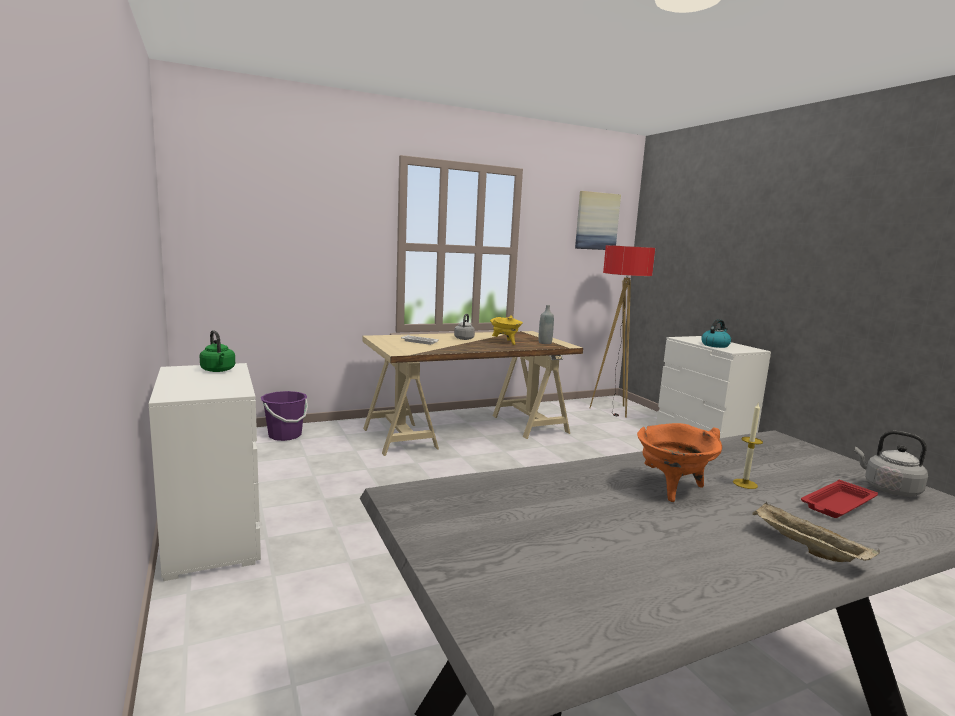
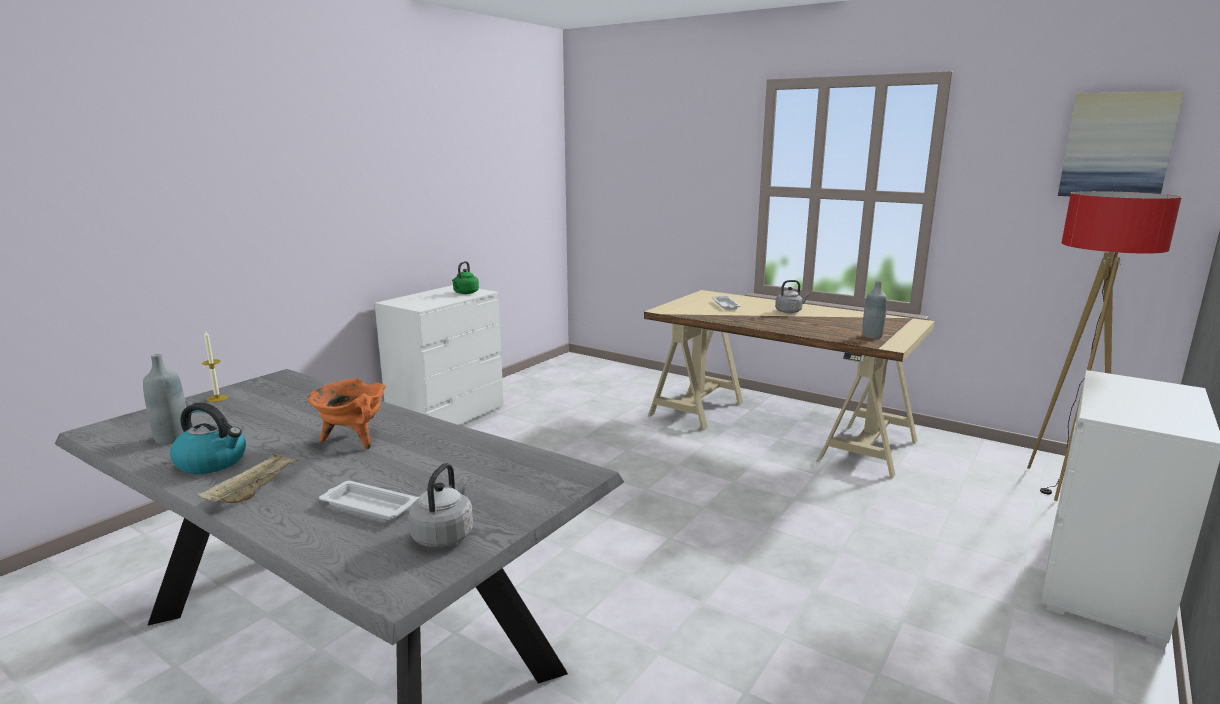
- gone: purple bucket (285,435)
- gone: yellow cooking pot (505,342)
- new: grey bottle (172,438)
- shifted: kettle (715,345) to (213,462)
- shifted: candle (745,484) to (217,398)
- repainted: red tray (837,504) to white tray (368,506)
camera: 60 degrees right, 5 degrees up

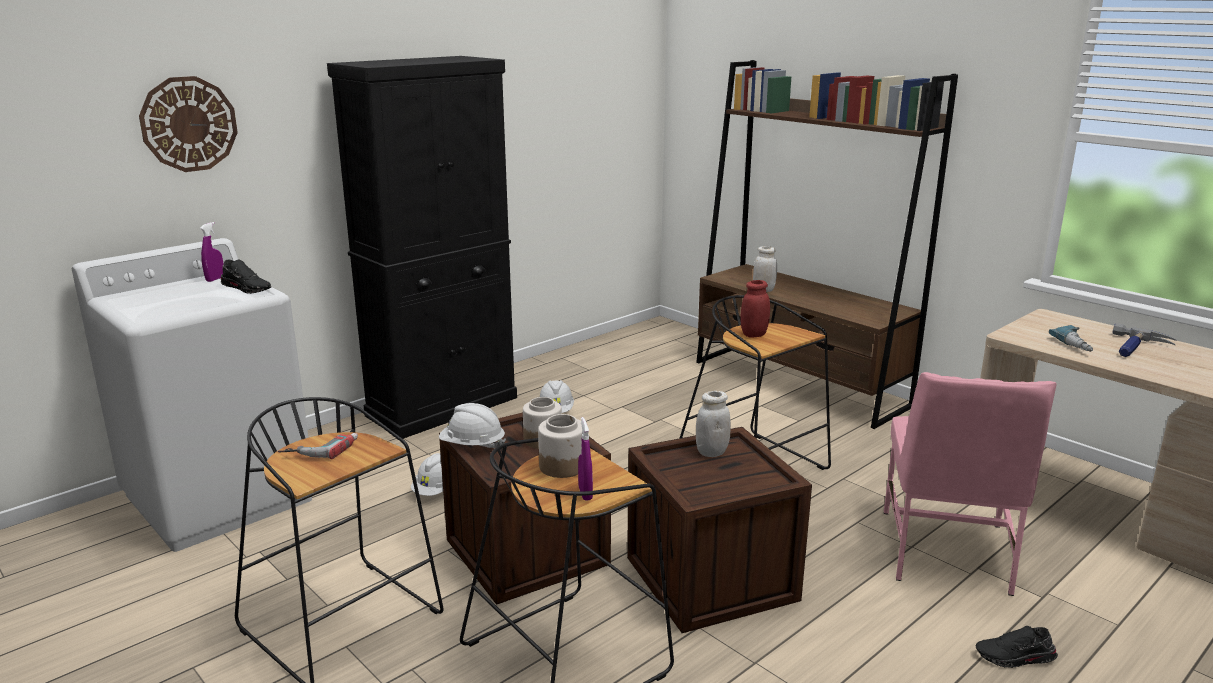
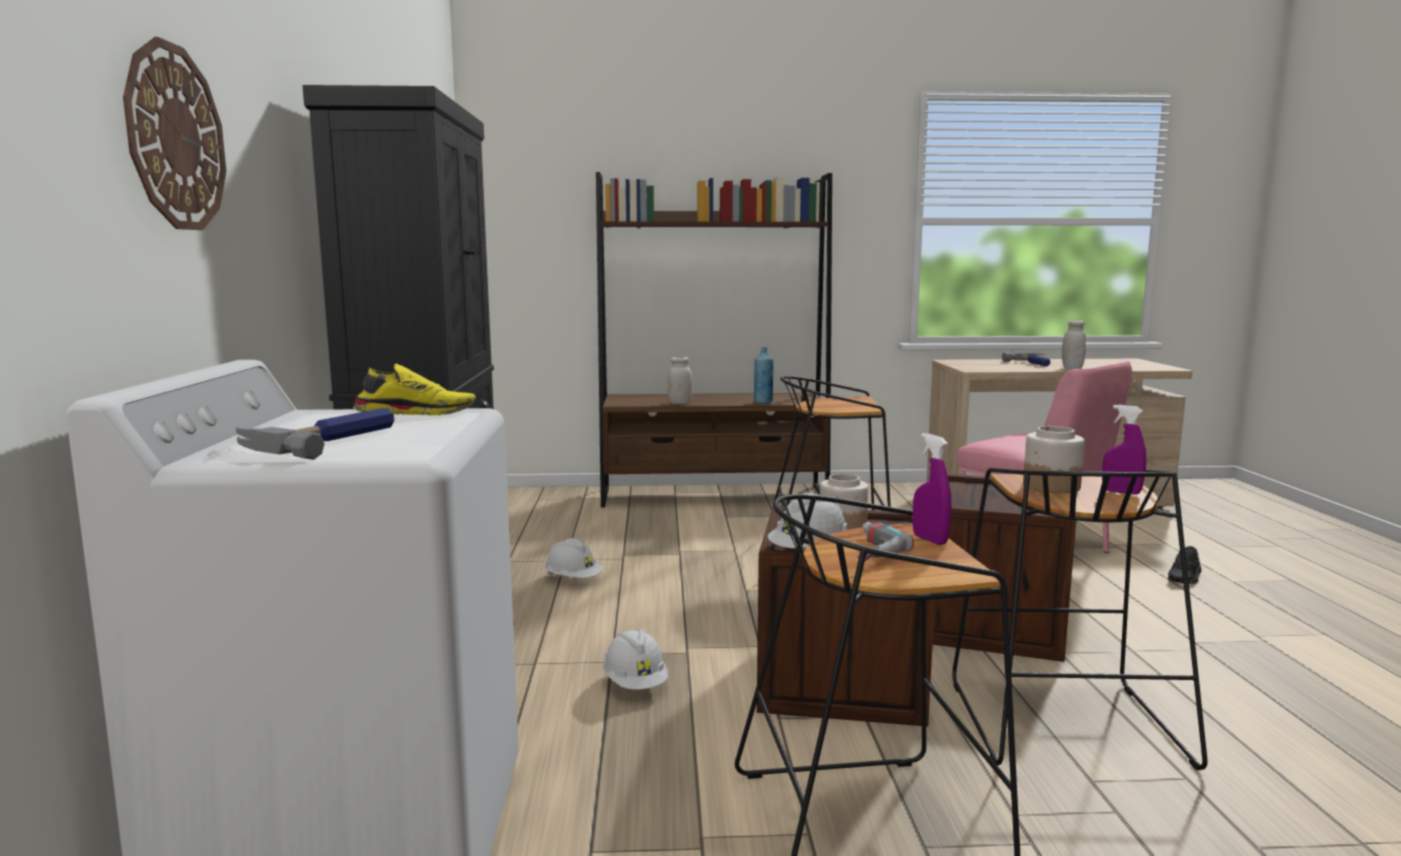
- gone: red jar (754,334)
- gone: power drill (1079,345)
- new: hammer (327,441)
- new: blue bottle (763,402)
- shifted: purple spray bottle (215,279) to (930,540)
- shifted: white jar (711,452) to (1072,368)
- repainted: black shoe (248,288) to yellow shoe (416,413)
camera: 50 degrees left, 10 degrees down

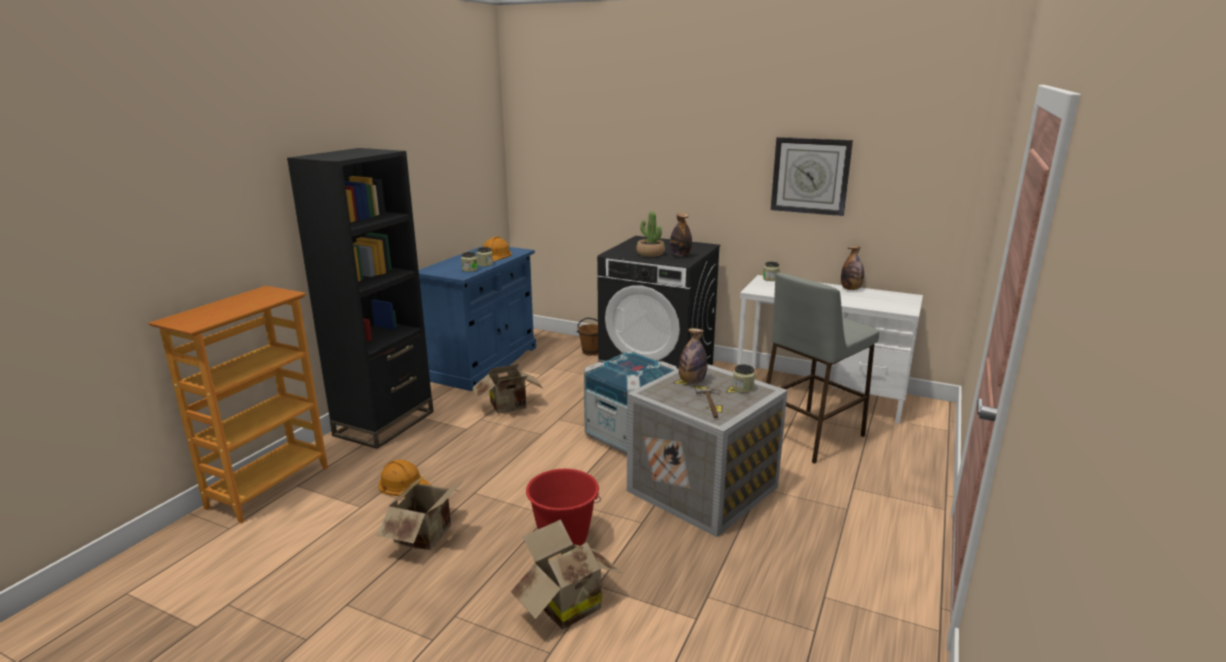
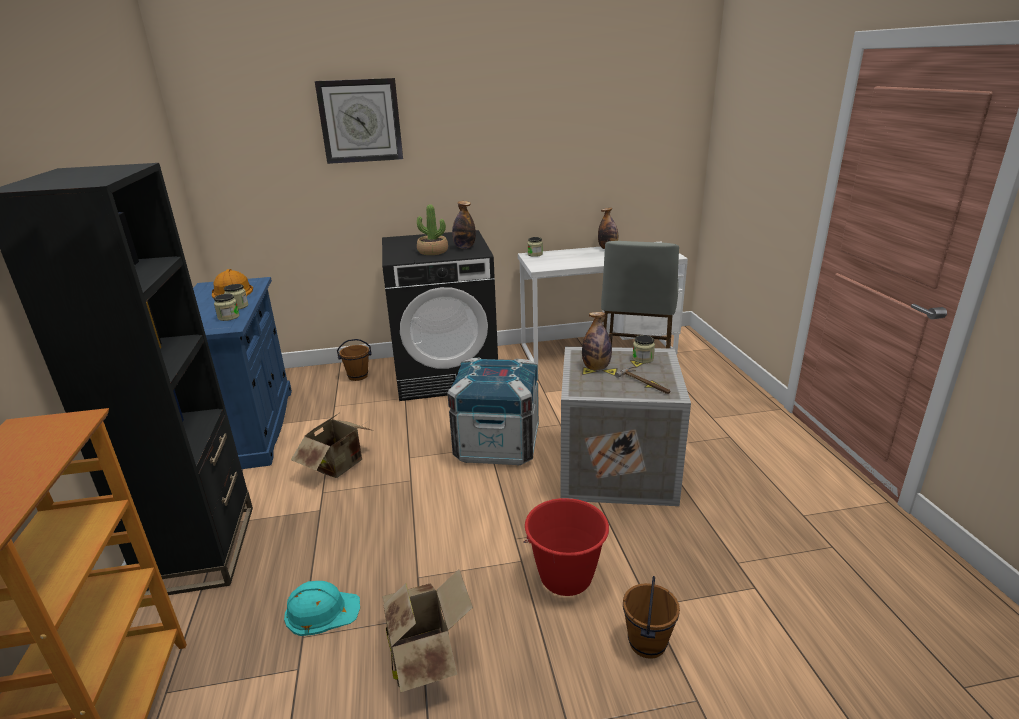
- shifted: wall clock (810,176) to (360,121)
- swapped: cardboard box (564,604) to brown bucket (648,643)
- repainted: orange hard hat (404,484) to turquoise hard hat (321,611)
camera: 35 degrees left, 5 degrees up

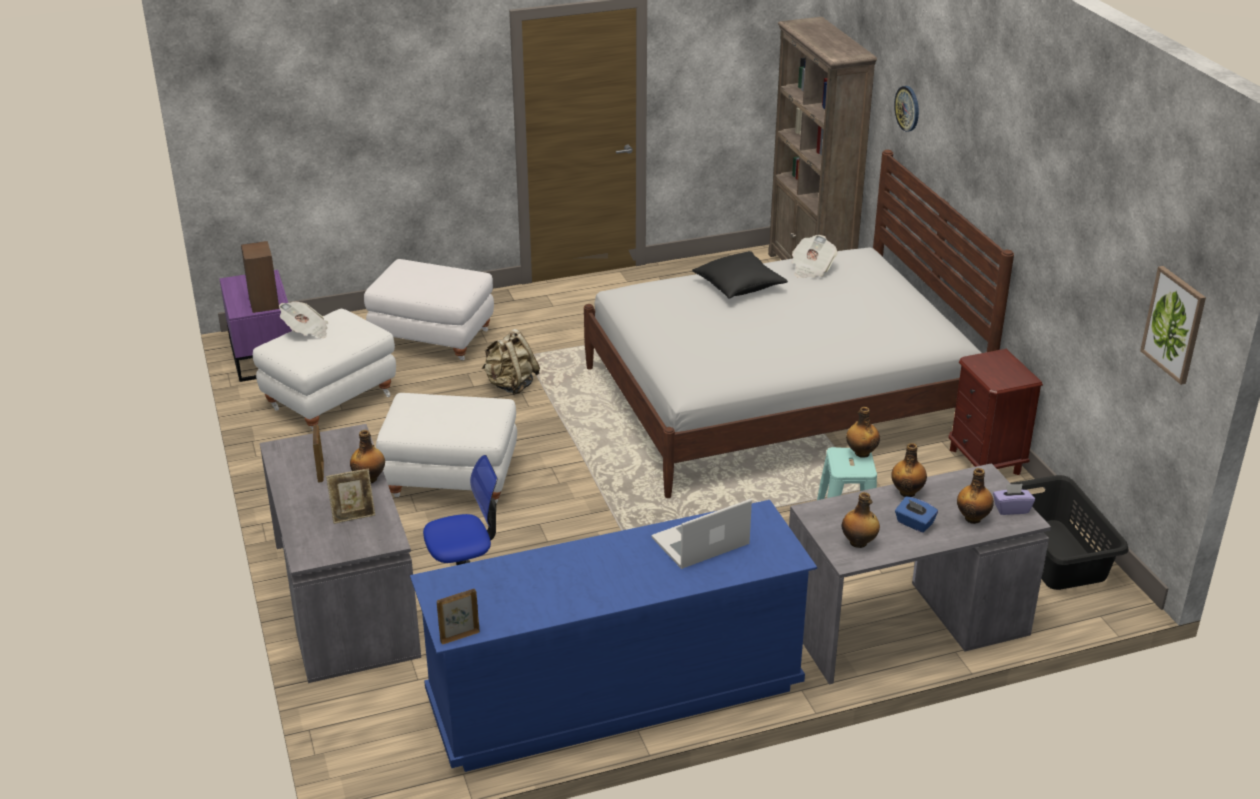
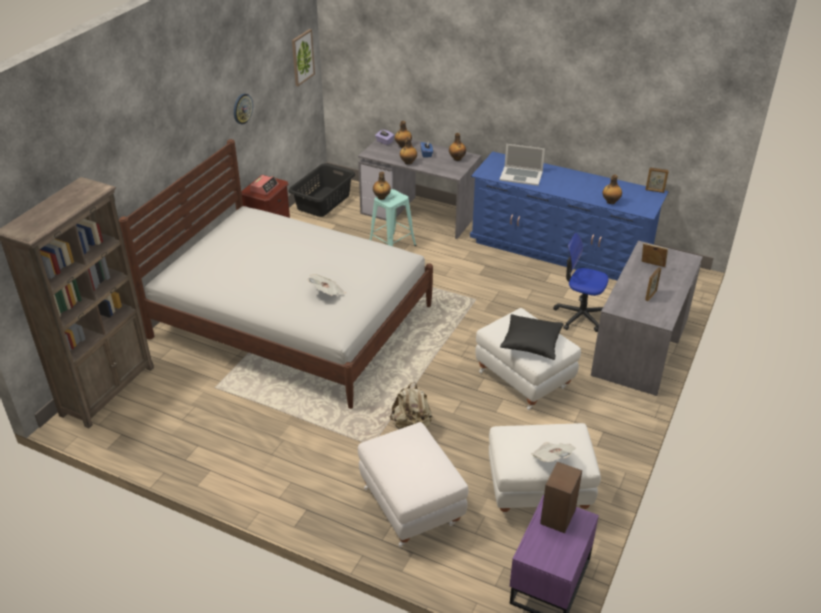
- new: alarm clock (264,188)
- shifted: bottle (369,478) to (610,202)
- shifted: black pillow (739,286) to (531,343)
- shifted: newspaper (811,269) to (327,293)
- shifted: wall clock (907,108) to (242,108)
camera: 135 degrees left, 5 degrees up

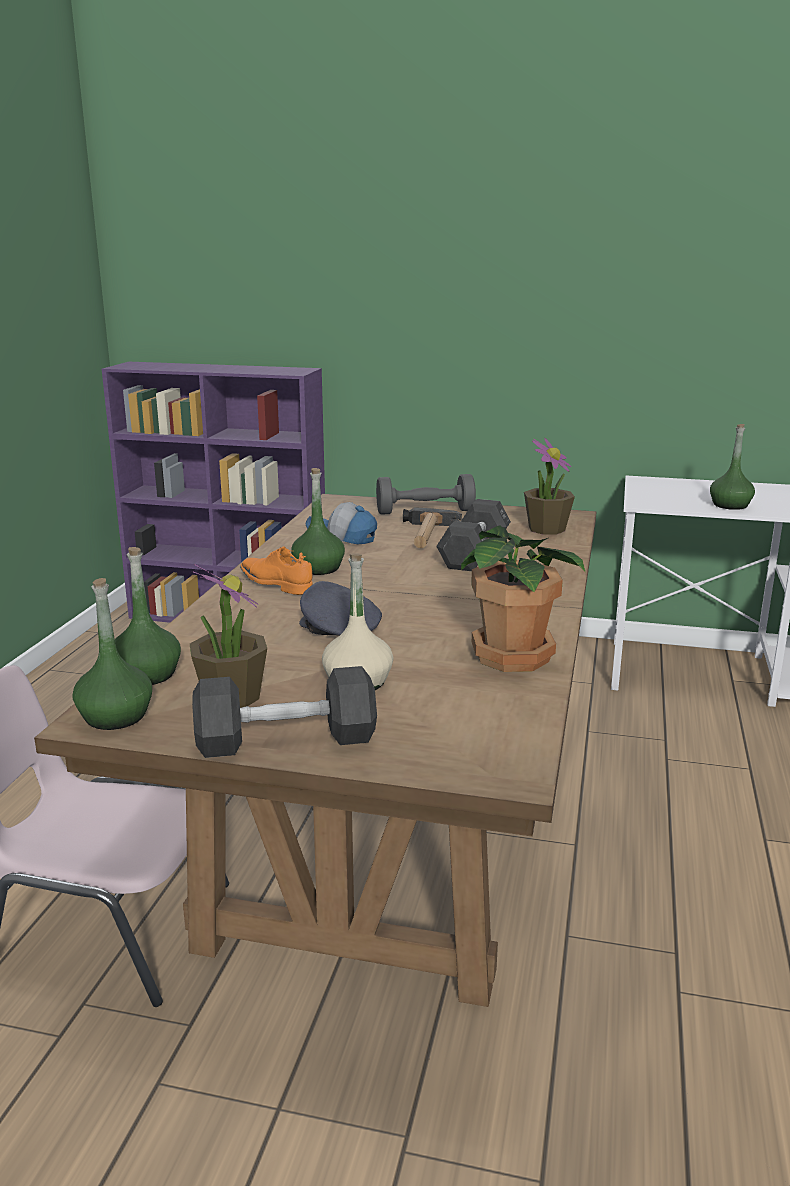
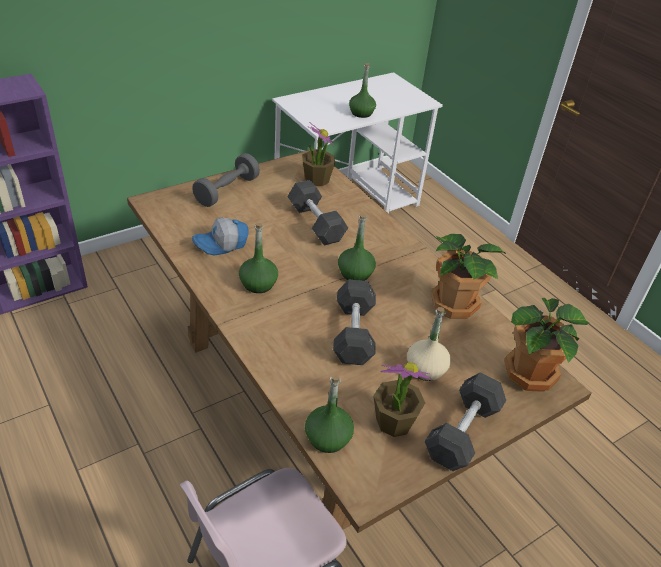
- gone: orange shoe (275,584)
- gone: hammer (427,535)
- new: potted plant (532,374)
- shifted: green bottle (115,717) to (355,273)
- swapped: grey cap (337,628) to grey dumbbell (353,333)
camera: 50 degrees left, 20 degrees up

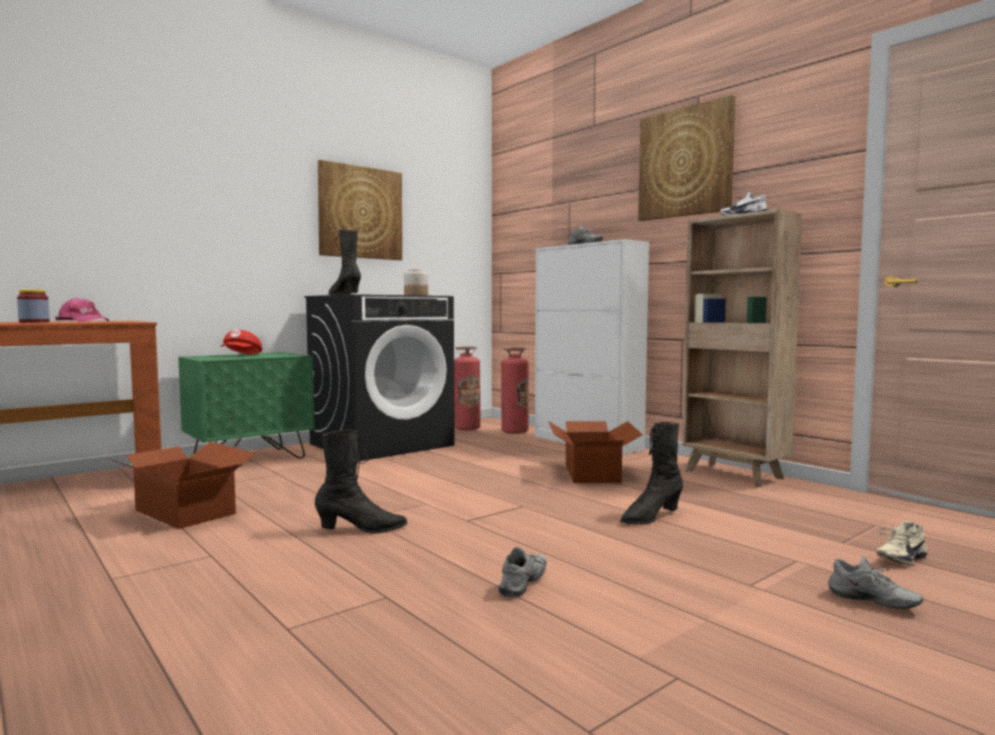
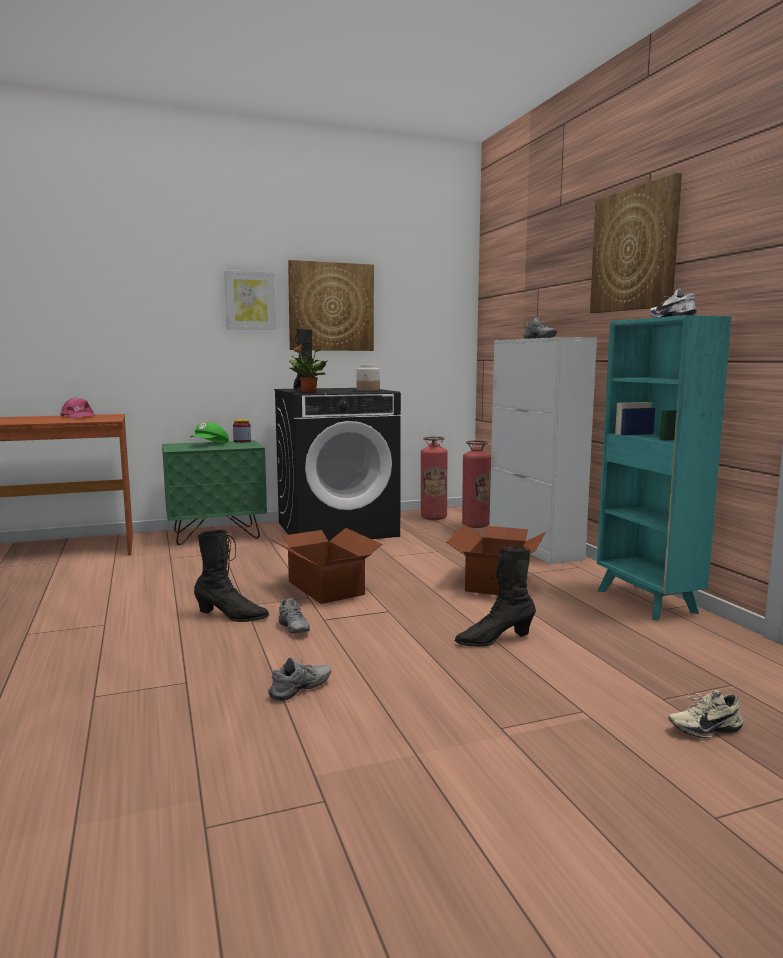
- new: picture (250,300)
- new: potted plant (308,392)
- shifted: jar (34,322) to (242,441)
- shifted: cardboard box (186,511) to (326,587)
- shifted: grey shoe (872,603) to (291,629)
- repainted: red cap (242,355) to green cap (210,444)
- repainted: brown bookcase (734,475) to turquoise bookcase (647,602)
camera: 20 degrees right, 5 degrees up

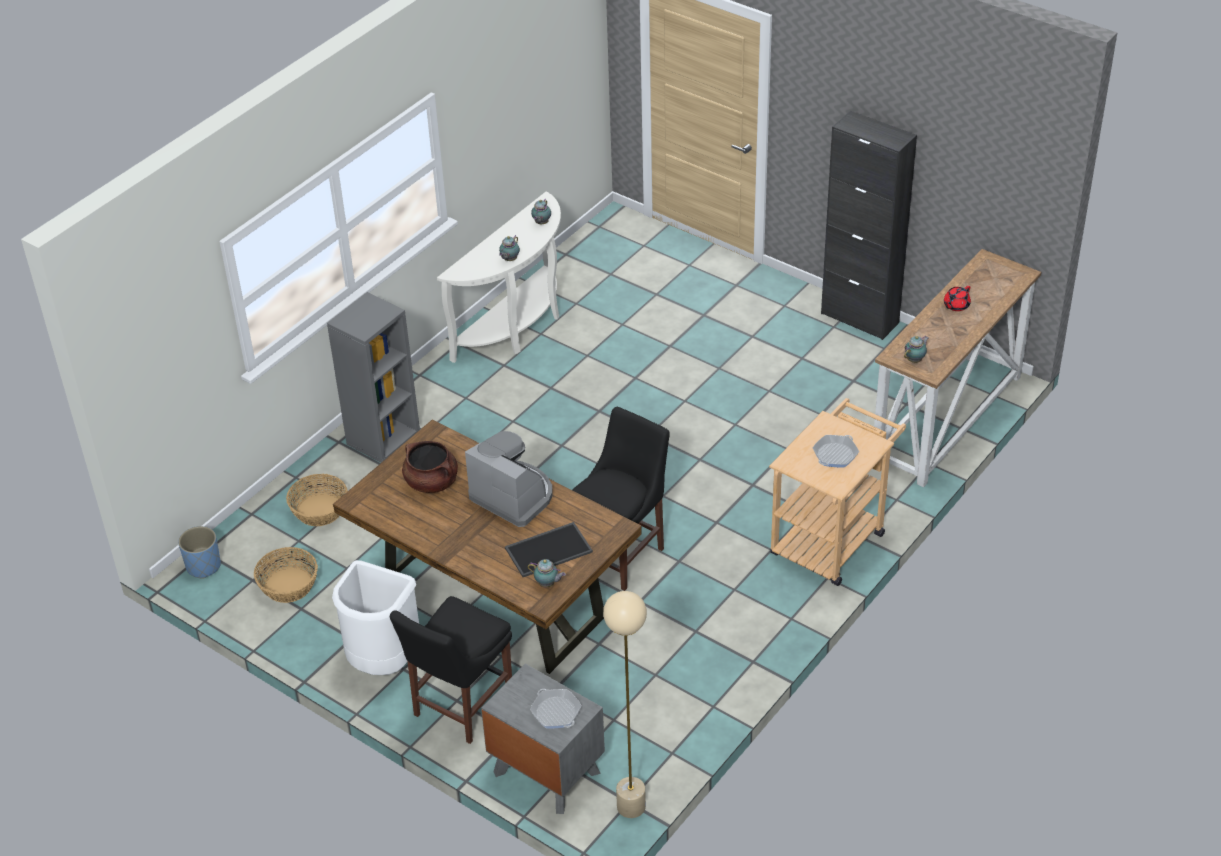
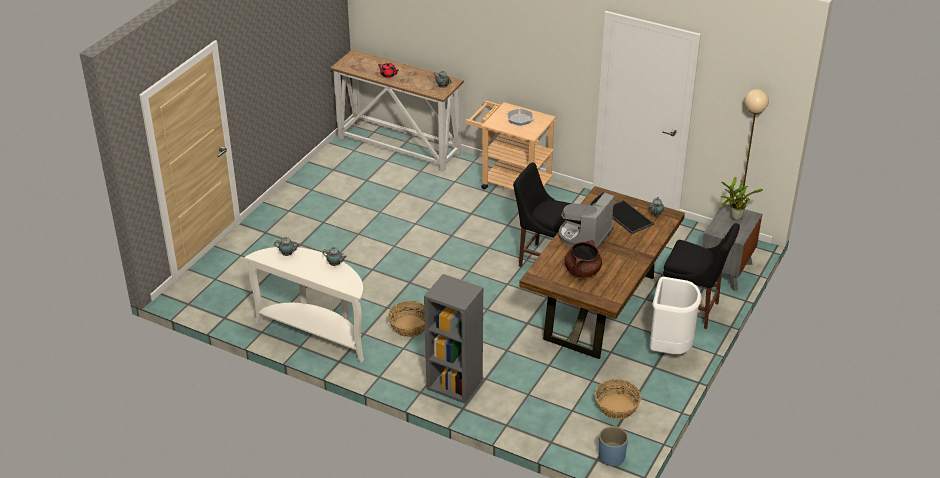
- gone: black cabinet (859,318)
- shifted: basket (319,510) to (409,326)
- swapped: frying pan (556,712) to potted plant (734,217)
camera: 100 degrees left, 5 degrees down

